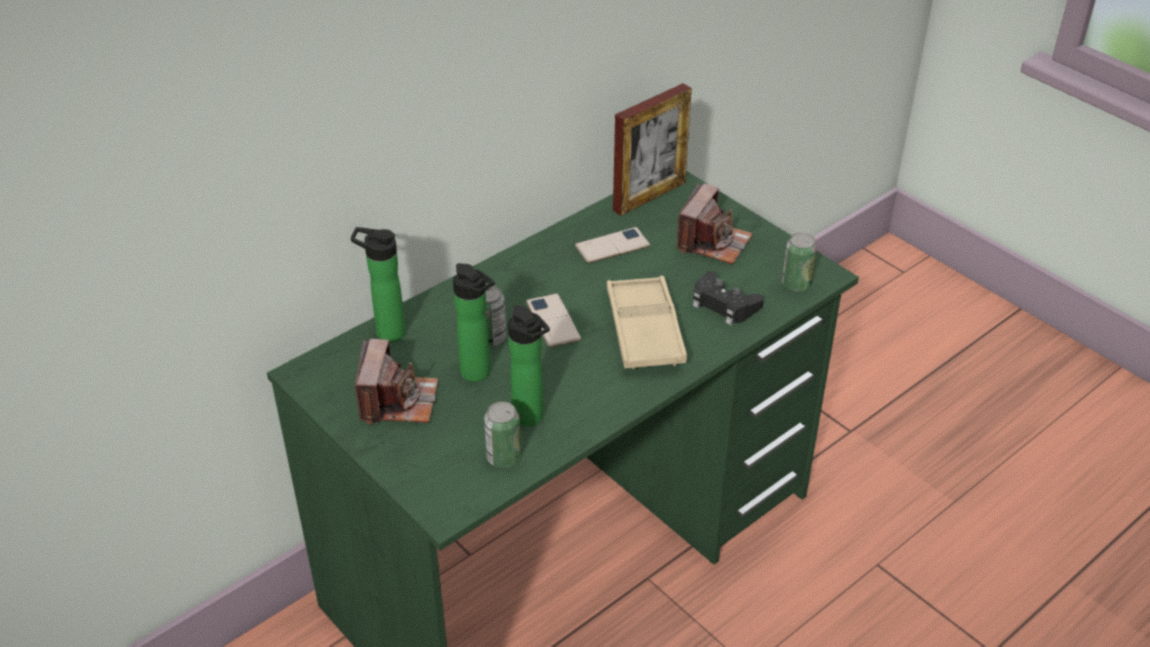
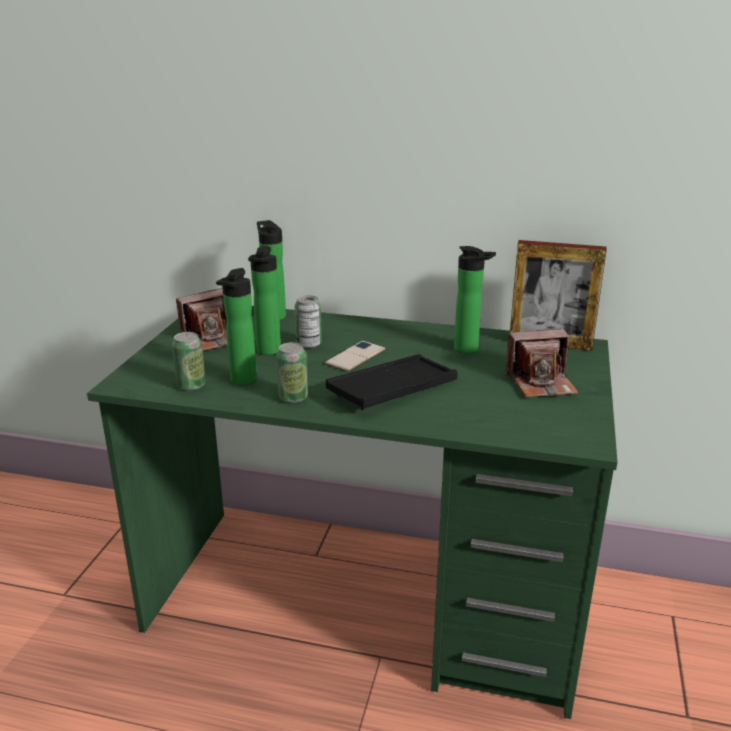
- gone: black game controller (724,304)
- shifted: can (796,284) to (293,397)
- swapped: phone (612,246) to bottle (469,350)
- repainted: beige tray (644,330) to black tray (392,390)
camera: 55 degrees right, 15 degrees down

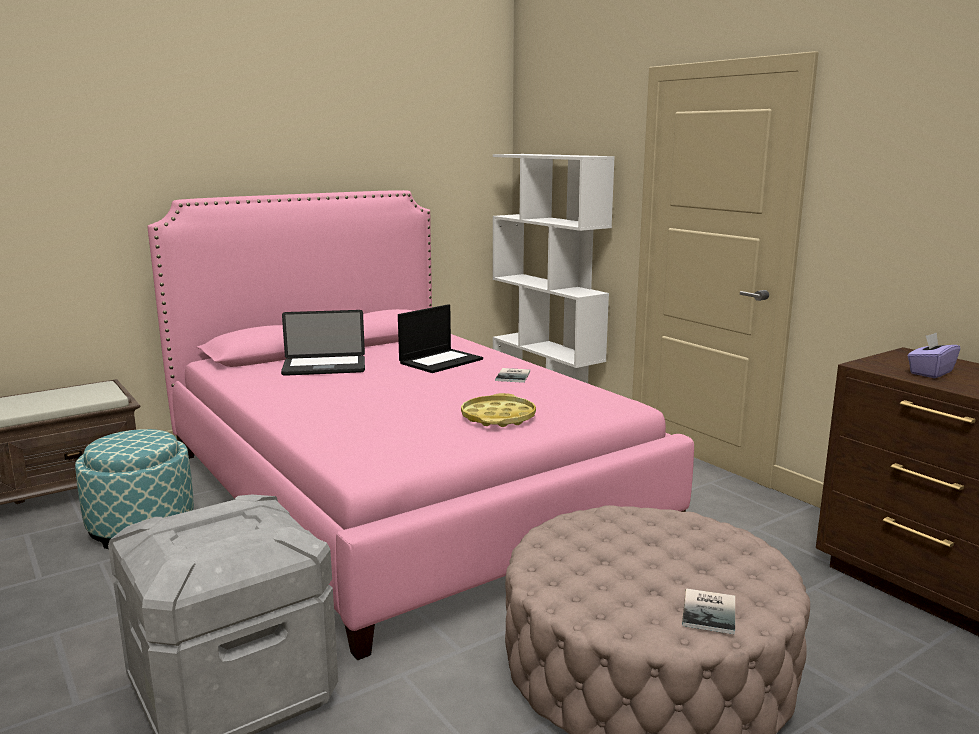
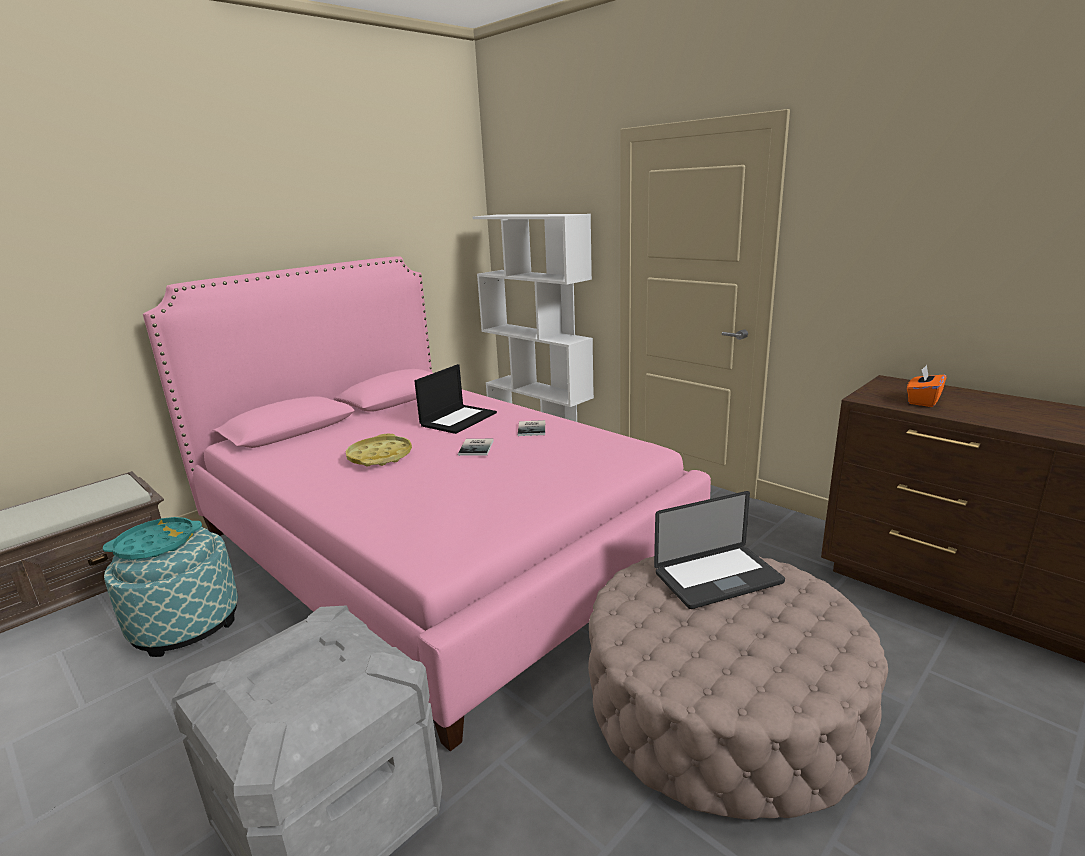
- new: turquoise tray (156,544)
- shifted: laptop (324,367) to (718,578)
- shifted: yellow tray (498,417) to (380,456)
- shifted: book (711,611) to (477,447)
- repainted: purple tissue box (930,372) to orange tissue box (923,401)
camera: 10 degrees left, 5 degrees up

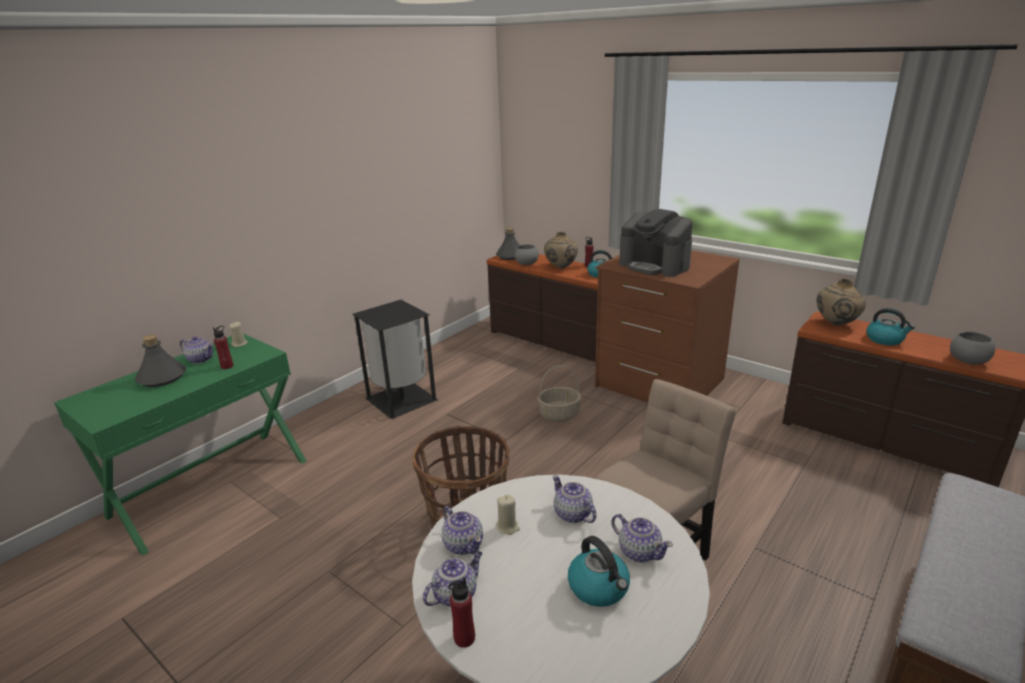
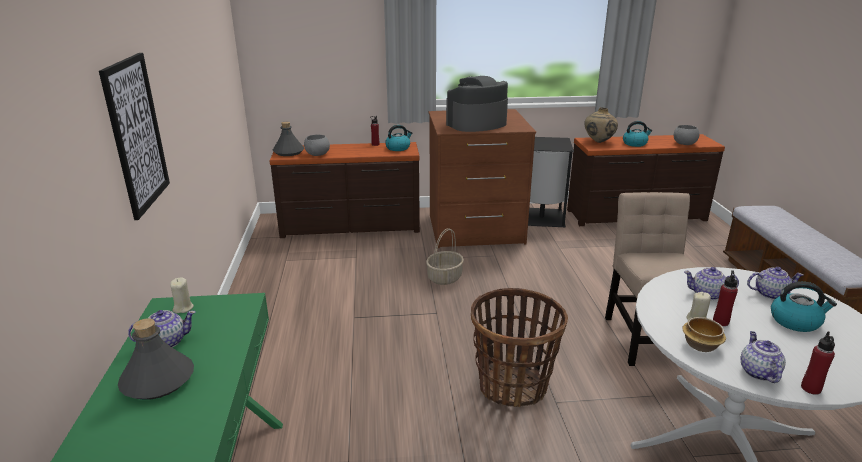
- gone: beige vase (560,268)
- new: picture (136,134)
- shifted: red bottle (227,366) to (720,321)
- shifted: black trash can (401,400) to (542,218)
- swapped: teapot (463,544) to bowl (700,345)
- rotated: coffee machine (655,265) = (476,124) 150 degrees clockwise
camera: 45 degrees left, 0 degrees up

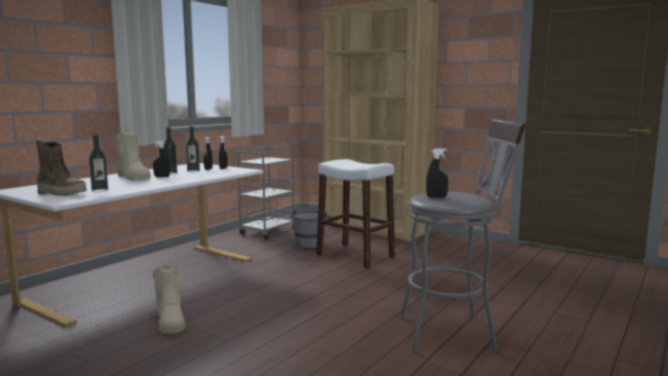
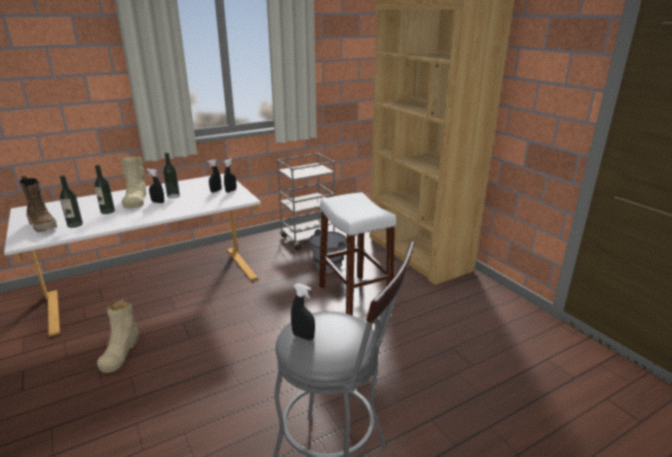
- shifted: bottle (193,171) to (107,211)
camera: 25 degrees right, 15 degrees up

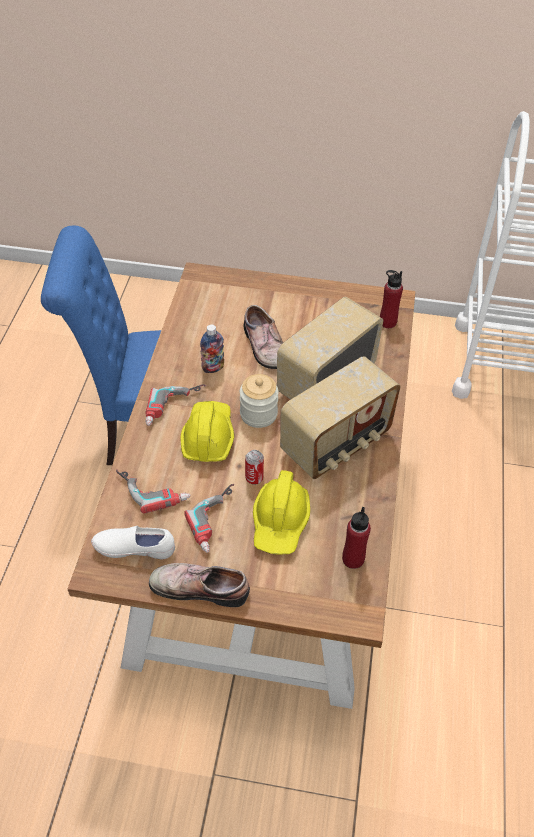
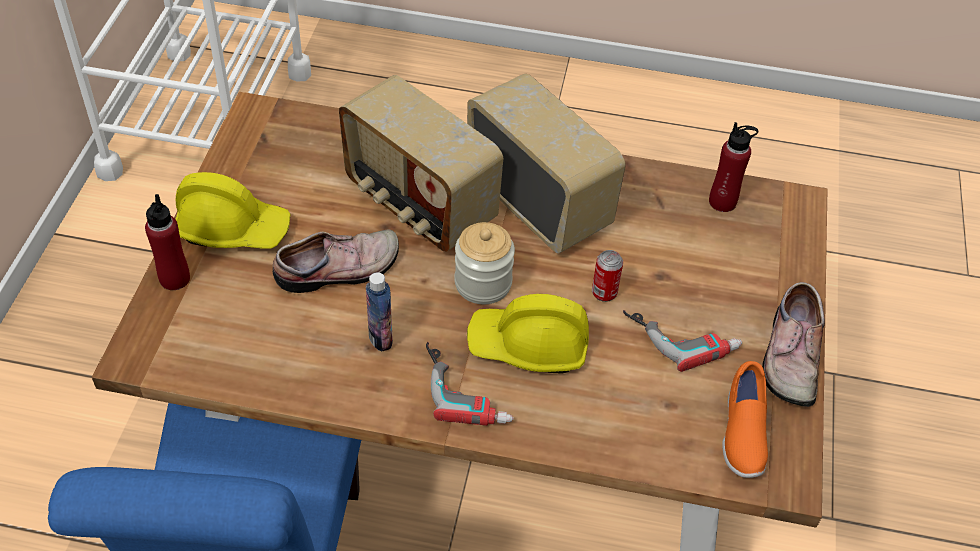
- gone: power drill (153,487)
- shifted: yellow hard hat (280,522) to (233,228)
- shifted: red bottle (387,322) to (174,279)
- repainted: white shoe (134,548) to orange shoe (741,433)
camera: 90 degrees left, 0 degrees up

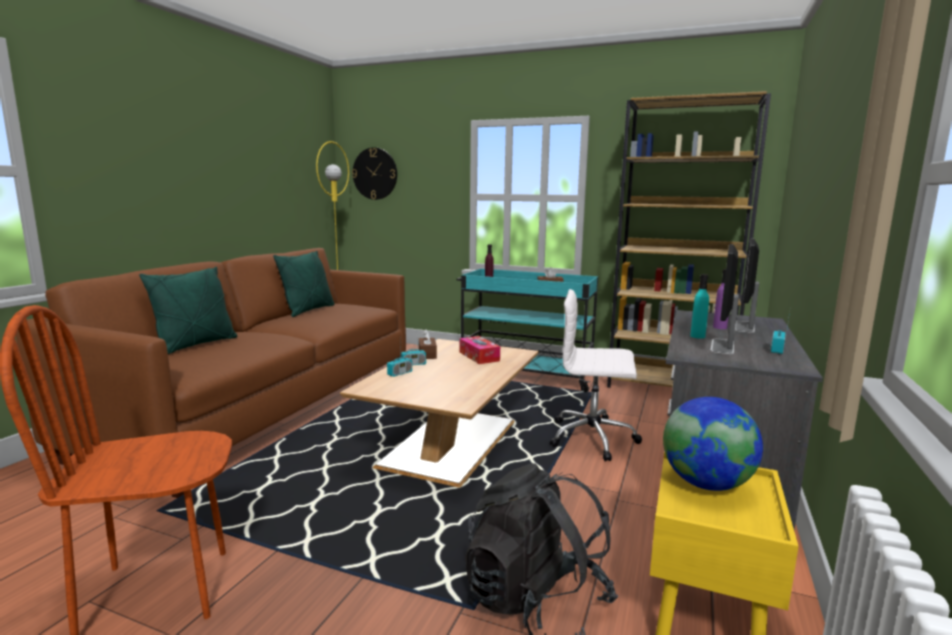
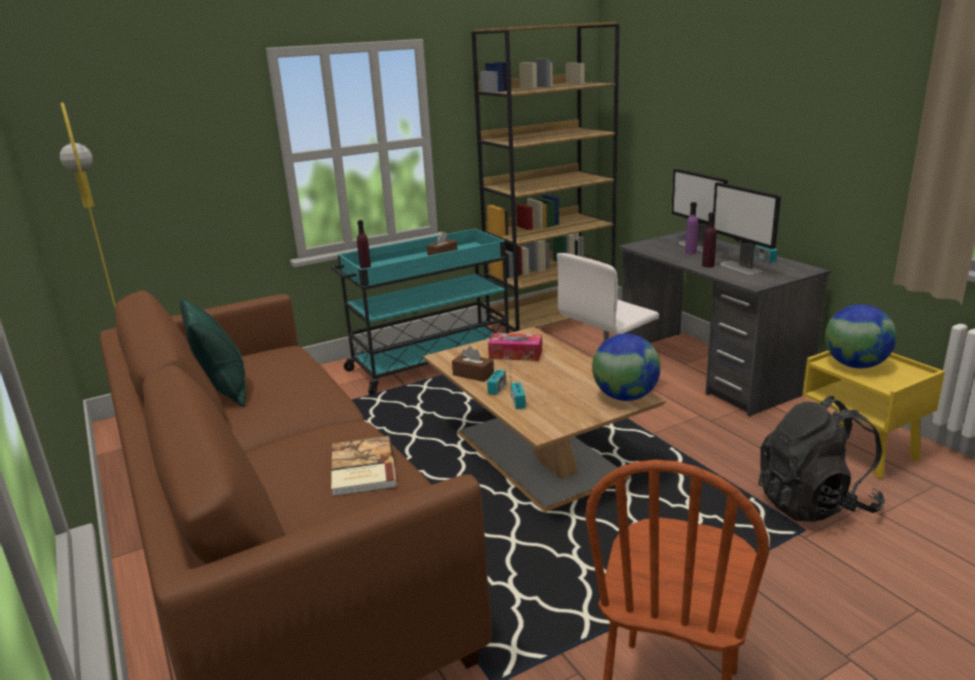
- gone: green pillow (196,345)
- gone: wall clock (375,173)
- new: book (361,469)
- new: globe (625,397)
- repainted: turquoise bottle (697,336) to purple bottle (708,265)
camera: 50 degrees left, 10 degrees up

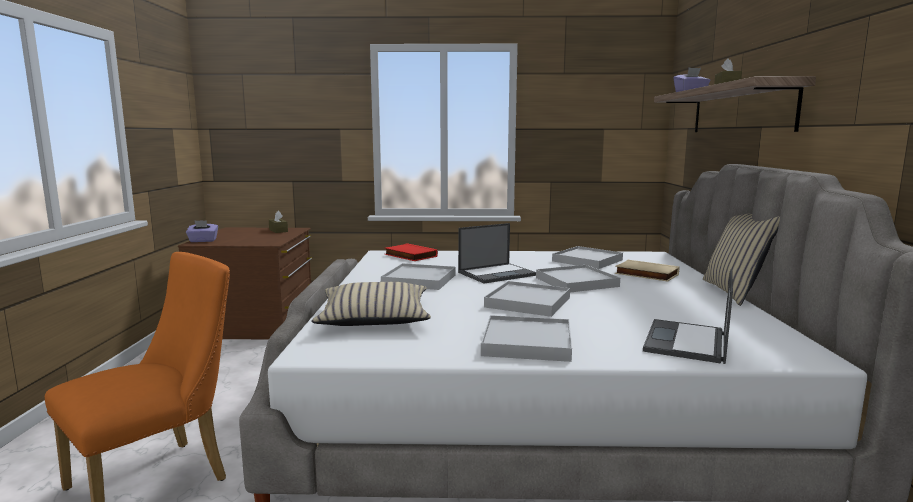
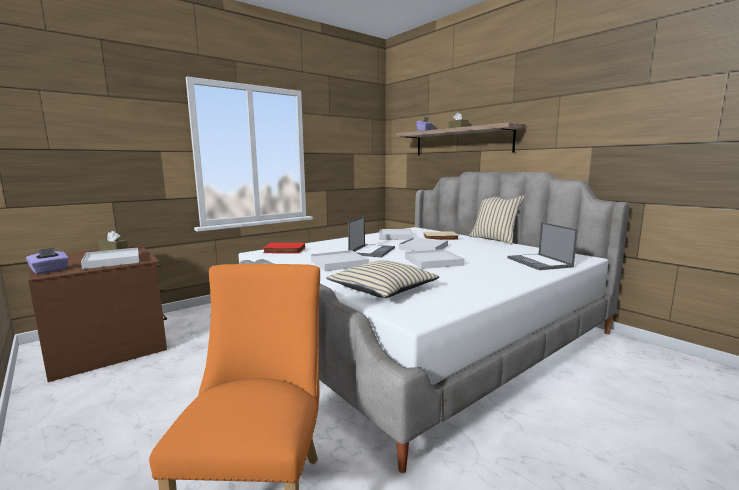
- shifted: white tray (527,343) to (112,261)
camera: 40 degrees left, 0 degrees up

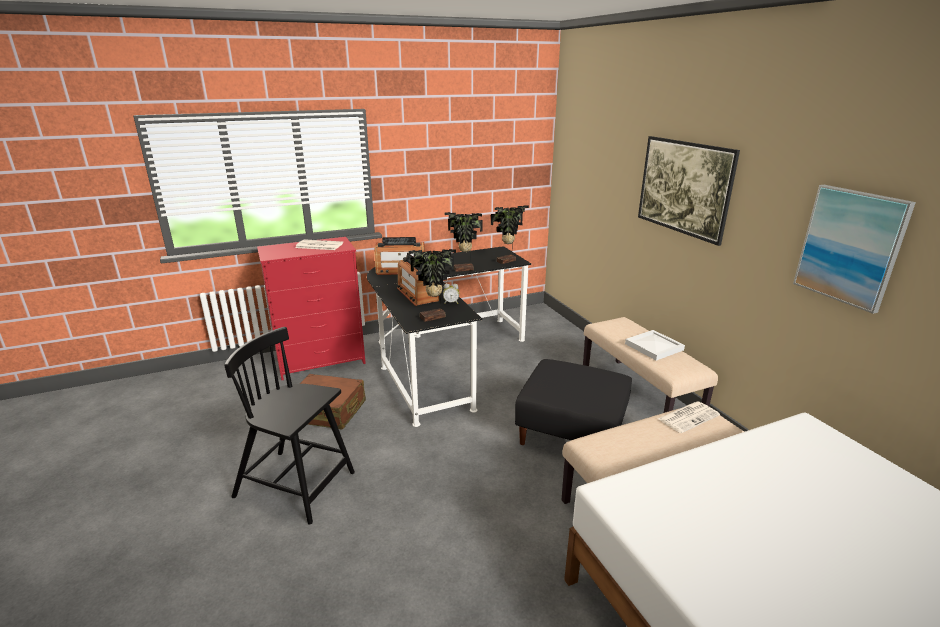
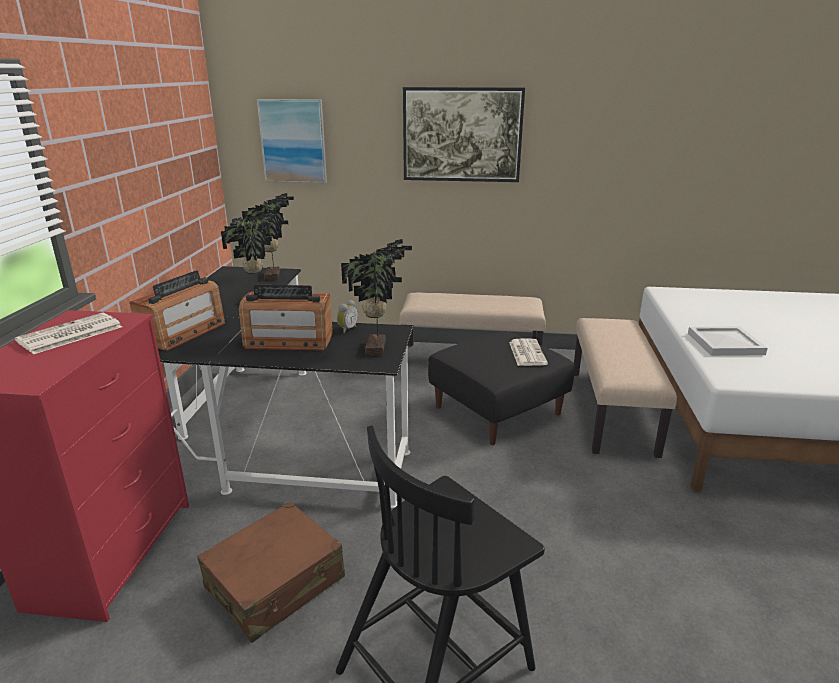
- shifted: white tray (654,346) to (723,343)
- shifted: newspaper (688,417) to (526,353)
- shifted: picture (850,246) to (293,141)
camera: 60 degrees left, 0 degrees up

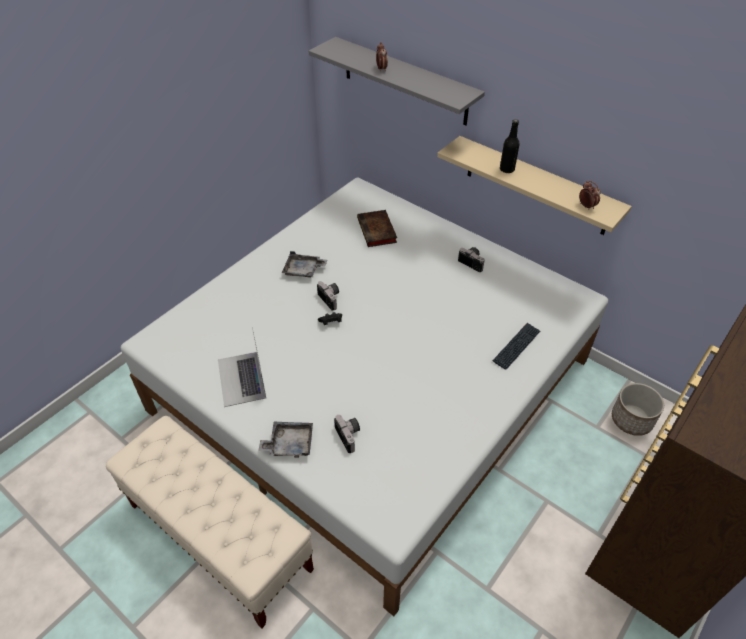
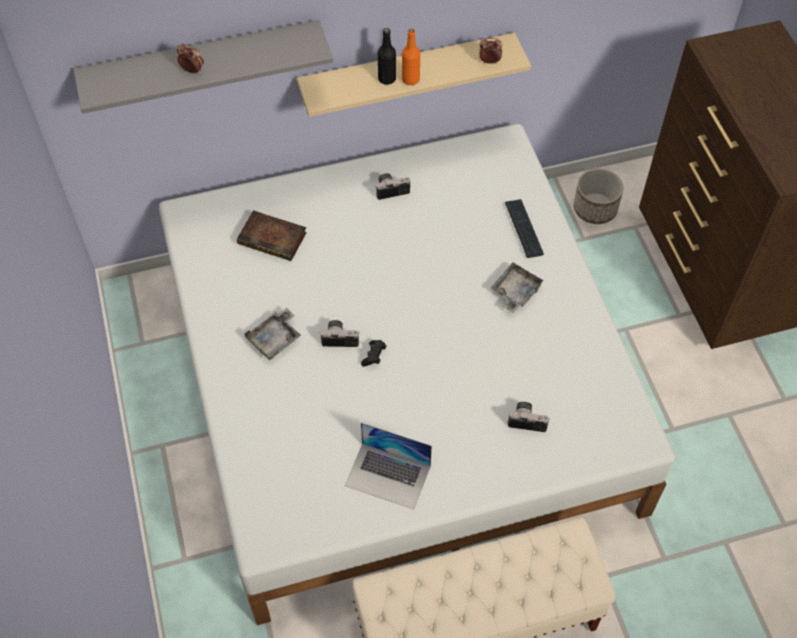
- new: orange bottle (410,79)
- shifted: grey tray (289,444) to (515,292)
camera: 55 degrees left, 10 degrees up

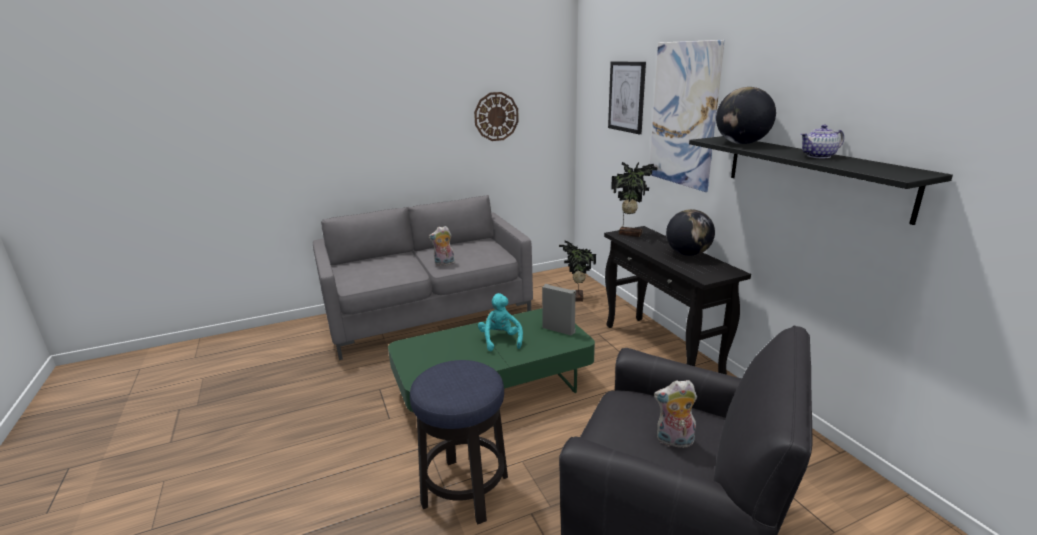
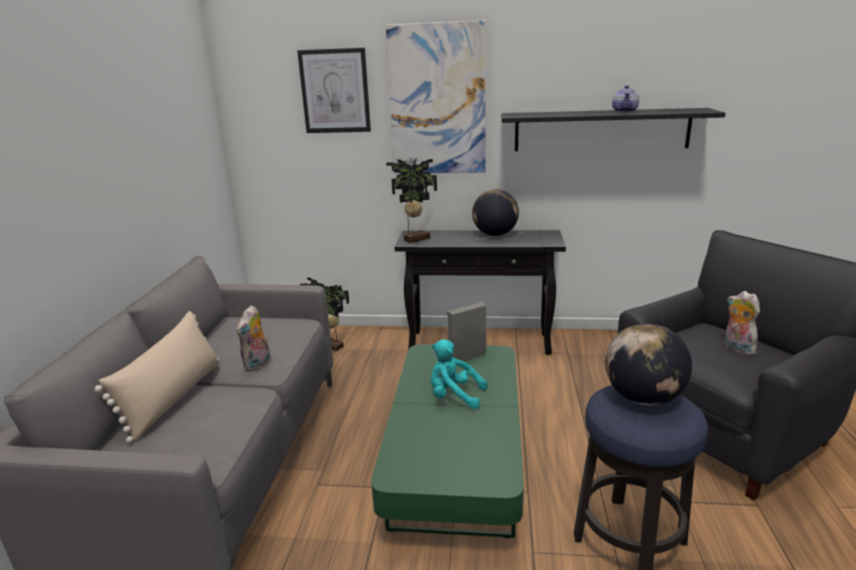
- gone: wall clock (496,116)
- new: beige pillow (174,398)
- shifted: globe (741,143) to (642,398)
- rotated: plush toy (674,441) = (736,348) 120 degrees clockwise
camera: 60 degrees left, 0 degrees up

